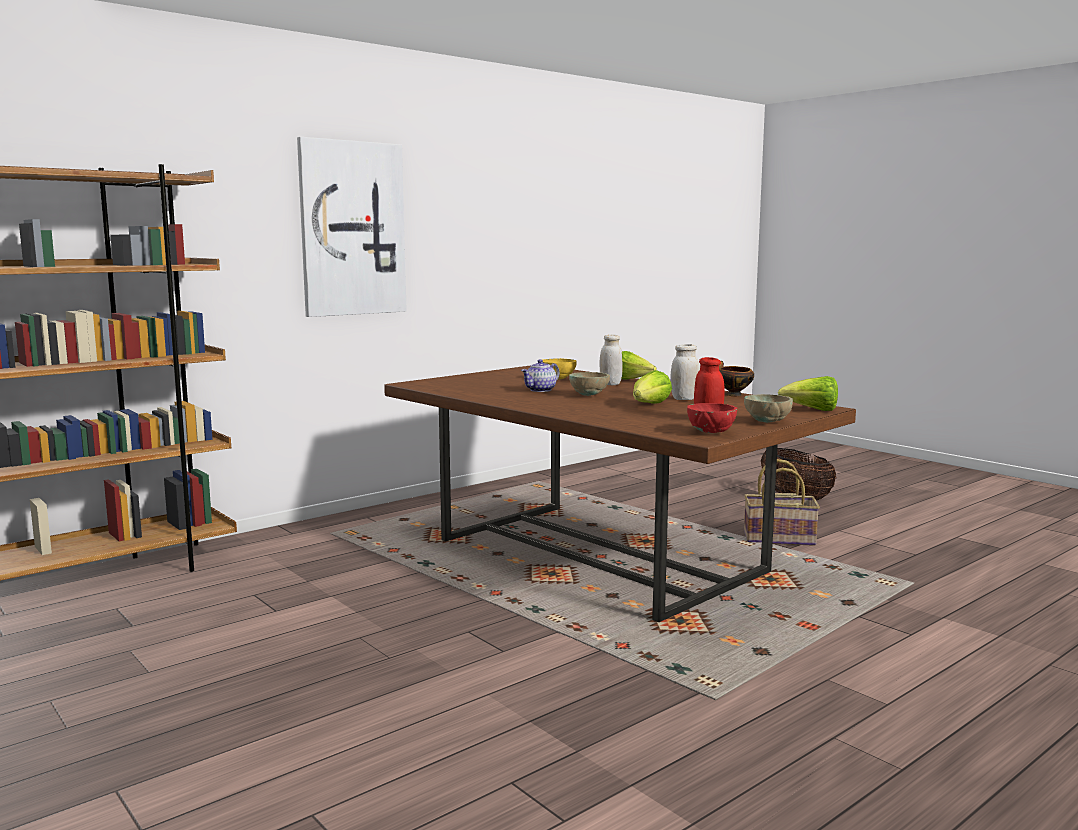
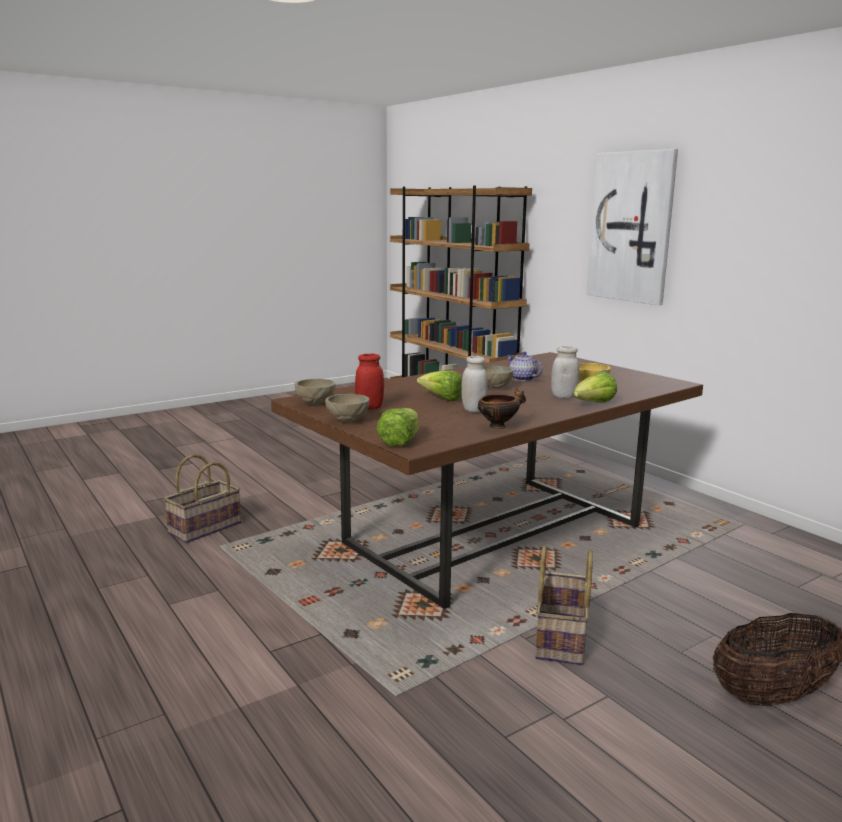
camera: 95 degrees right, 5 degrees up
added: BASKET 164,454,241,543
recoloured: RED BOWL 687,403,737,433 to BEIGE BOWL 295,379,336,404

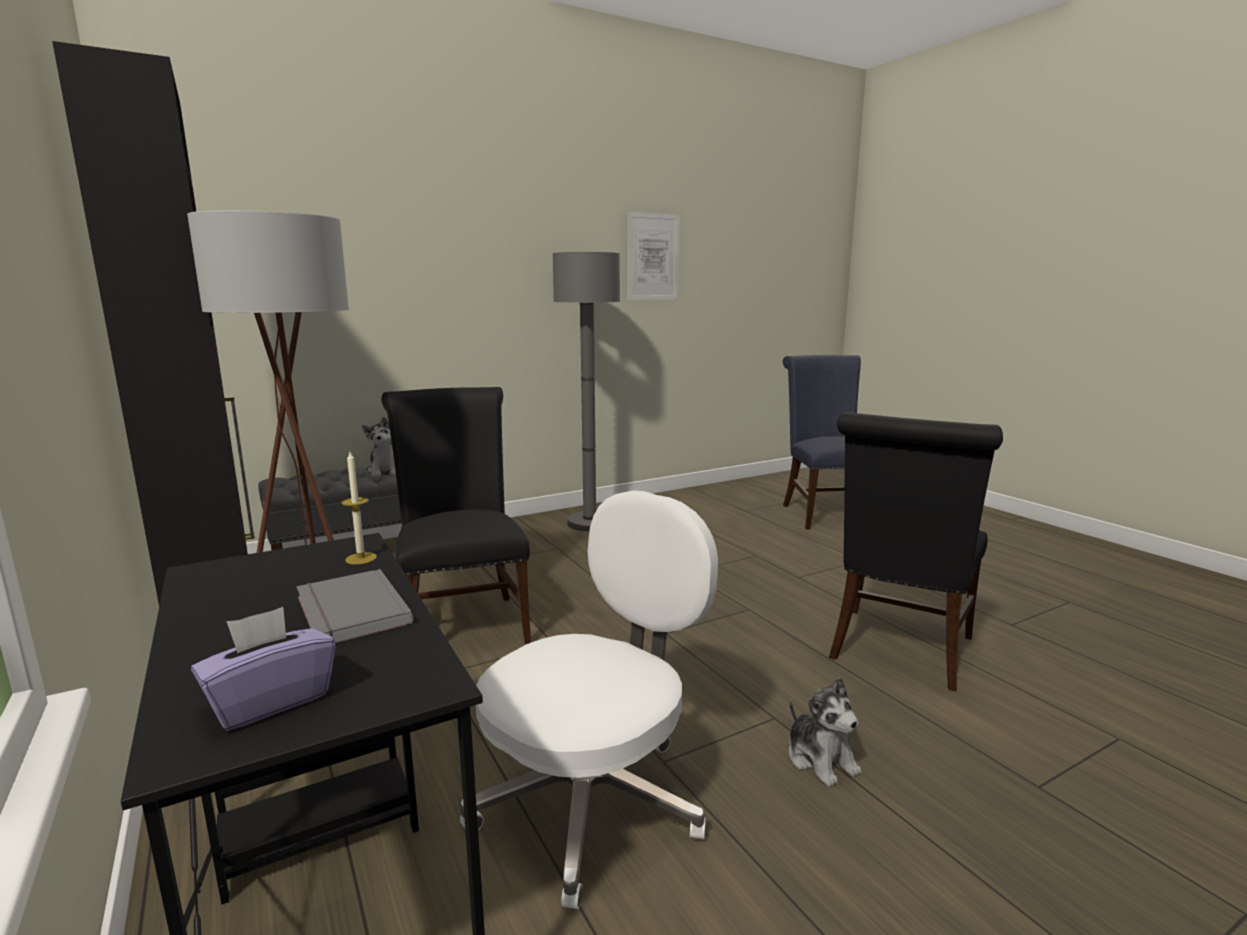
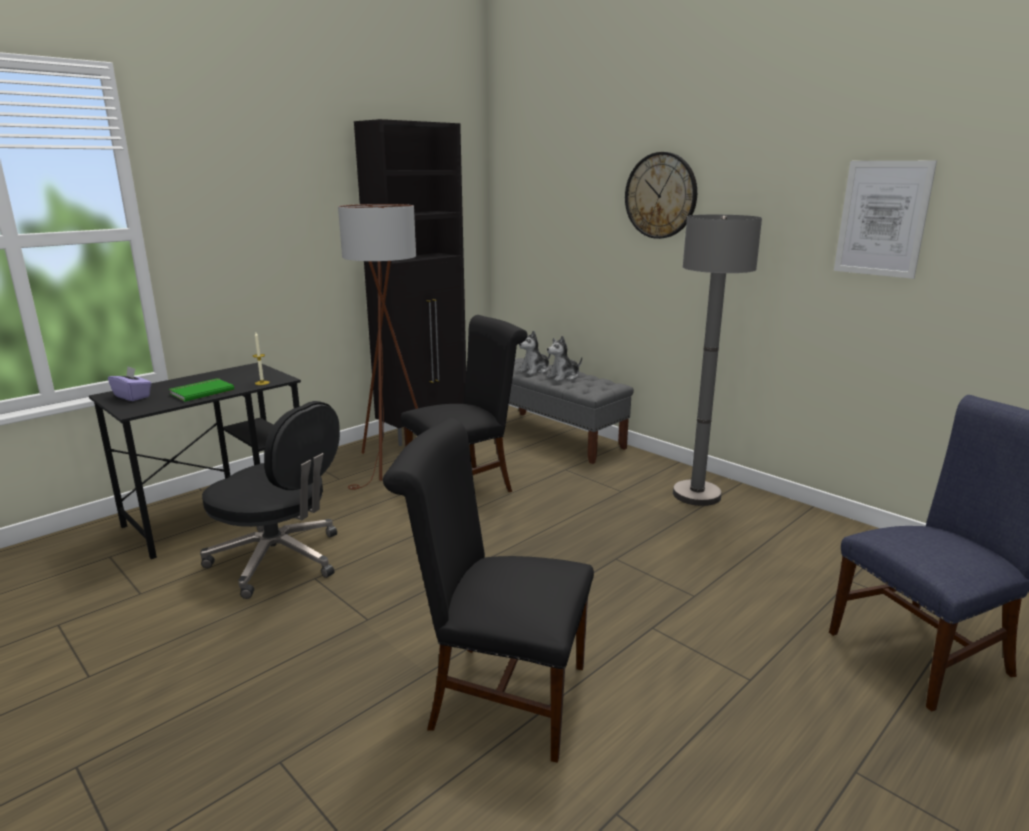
camera: 75 degrees right, 5 degrees up
added: WALL CLOCK 625,152,697,239
moved: PLUSH TOY 788,677,862,787 to 518,331,551,375
recoloured: GREY BOOK 296,569,414,643 to GREEN BOOK 169,378,234,402; WHITE OFFICE CHAIR 460,491,718,909 to BLACK OFFICE CHAIR 200,401,340,599

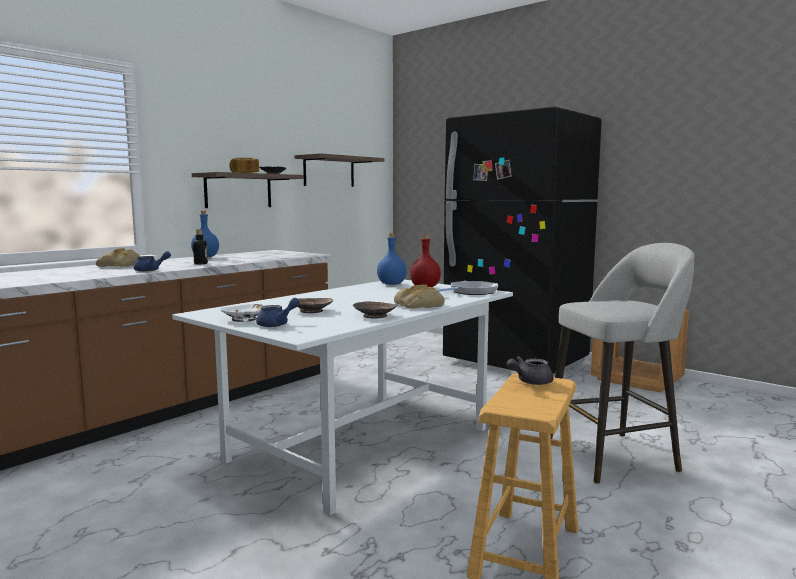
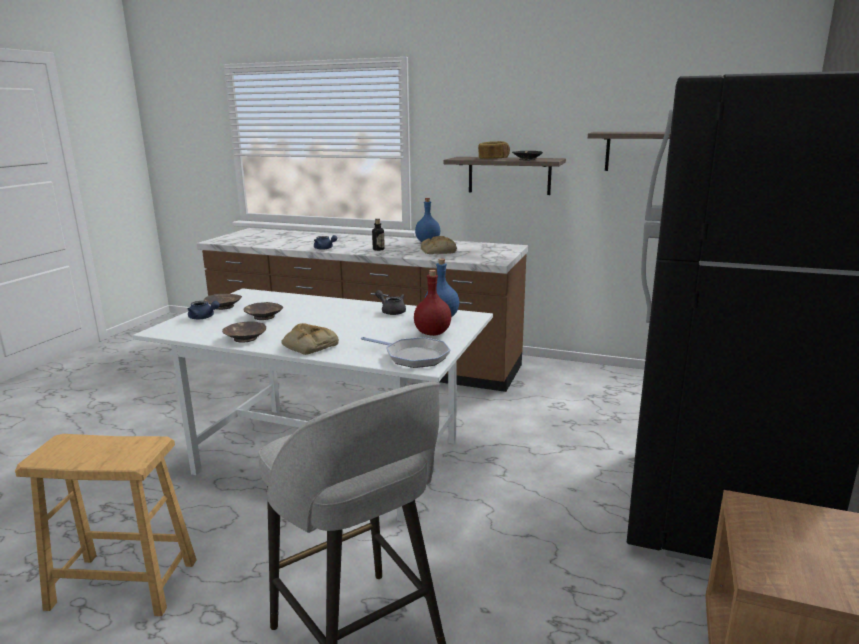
camera: 70 degrees right, 10 degrees up
moved: BREAD 96,248,140,267 to 421,236,457,254; GREY TEAPOT 507,356,554,385 to 375,290,406,315
recoloured: WHITE BOWL 220,304,265,322 to BROWN BOWL 204,294,242,310

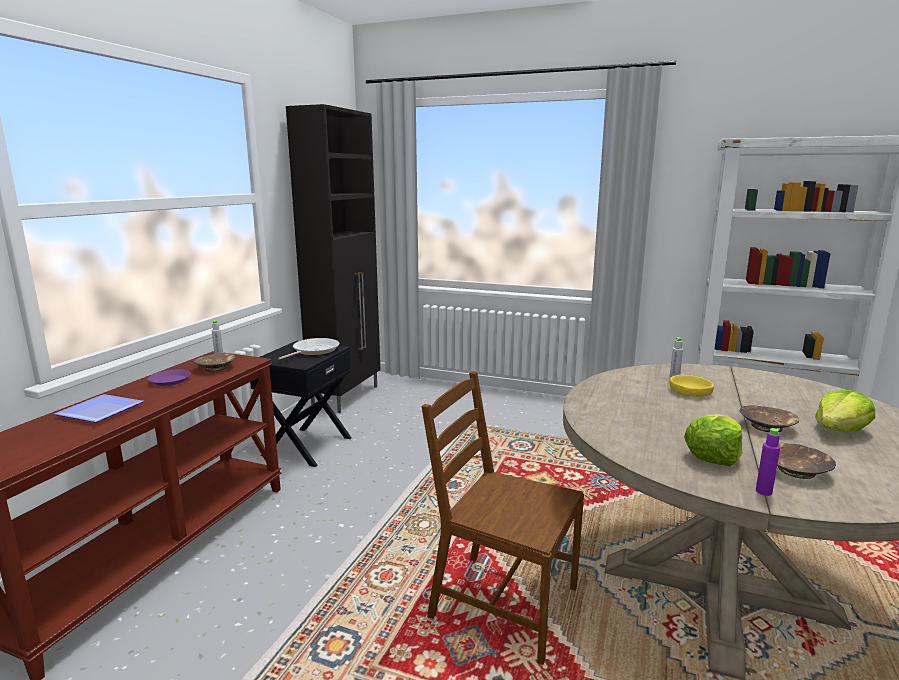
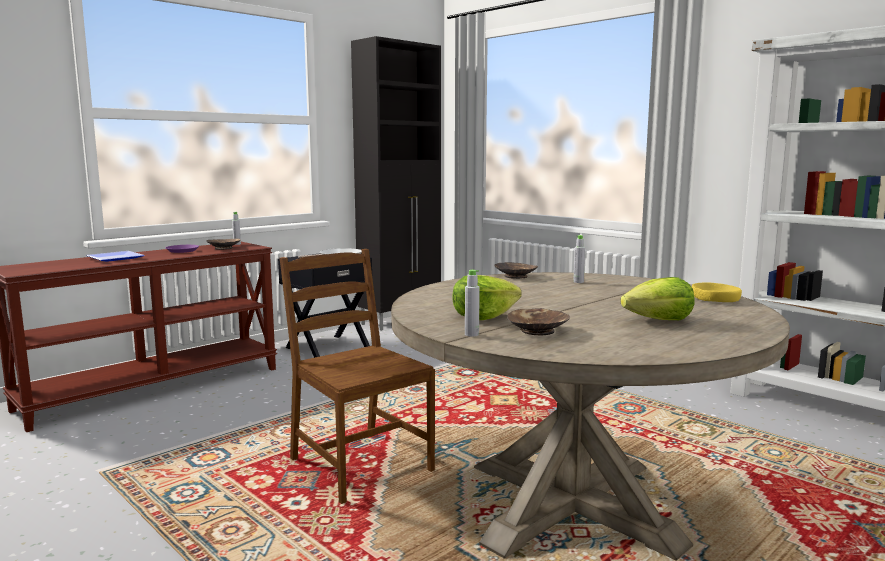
camera: 25 degrees right, 5 degrees down
moved: YELLOW BOWL 670,375,714,397 to 692,282,742,302; BROWN BOWL 740,405,799,432 to 494,262,538,279
recoloured: PURPLE BOTTLE 756,428,780,496 to GREY BOTTLE 465,270,480,337

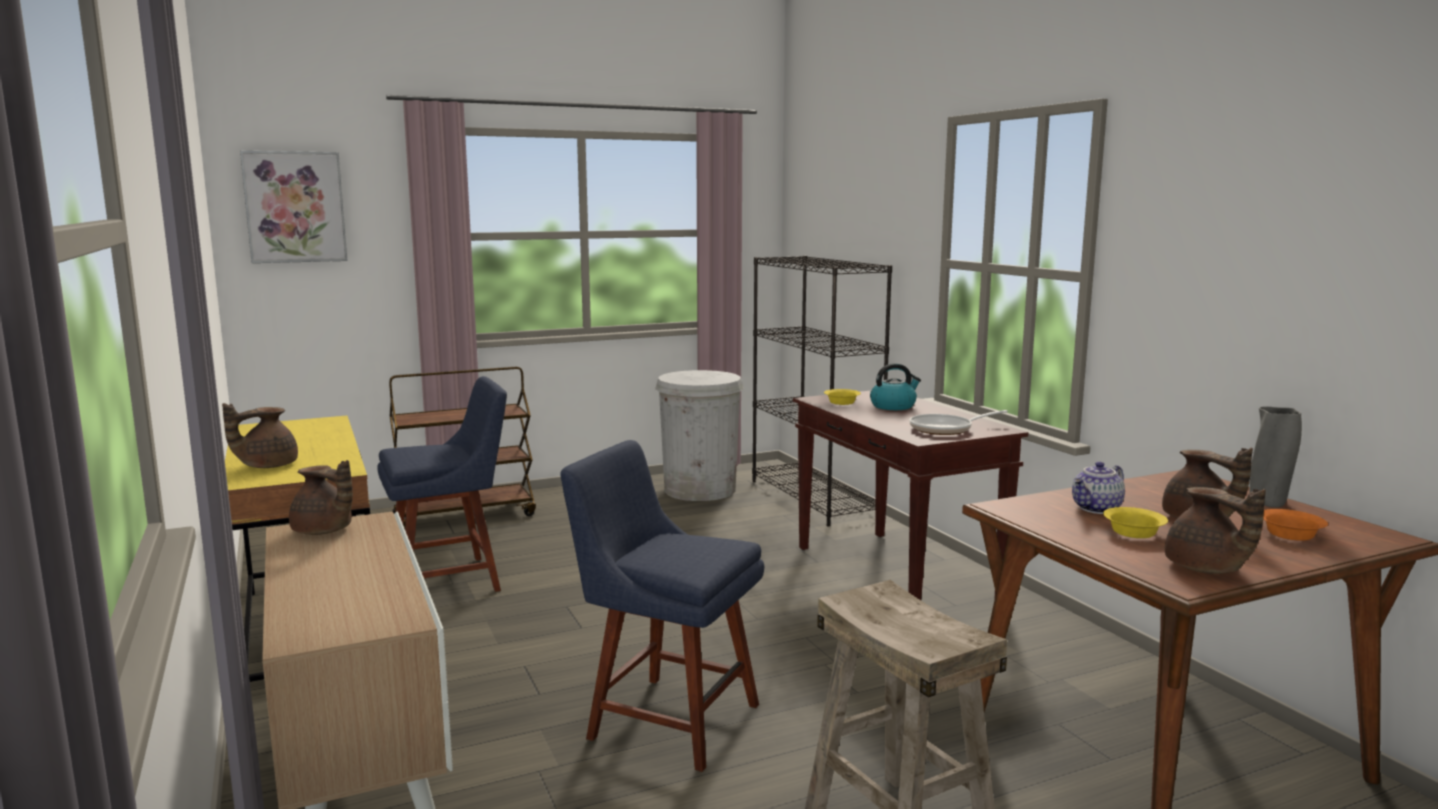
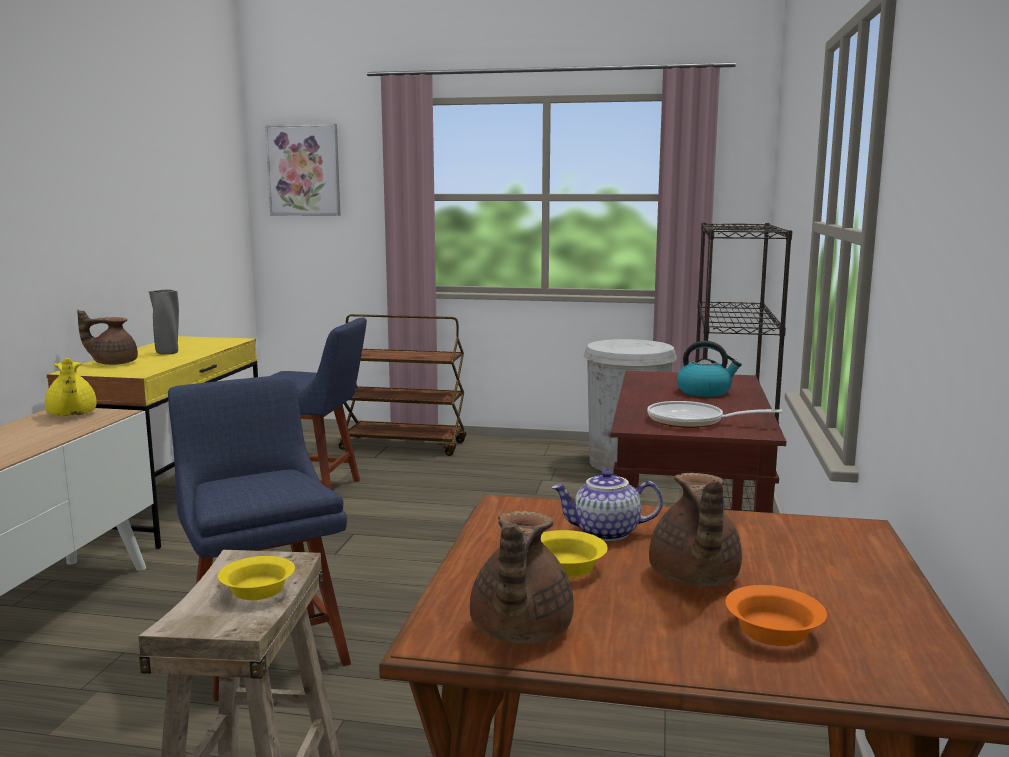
camera: 35 degrees right, 0 degrees up
moved: YELLOW BOWL 824,389,861,405 to 218,556,295,600; GREY VASE 1250,407,1302,508 to 149,290,179,355
recoloured: BROWN TEAPOT 289,460,353,535 to YELLOW TEAPOT 45,358,97,416

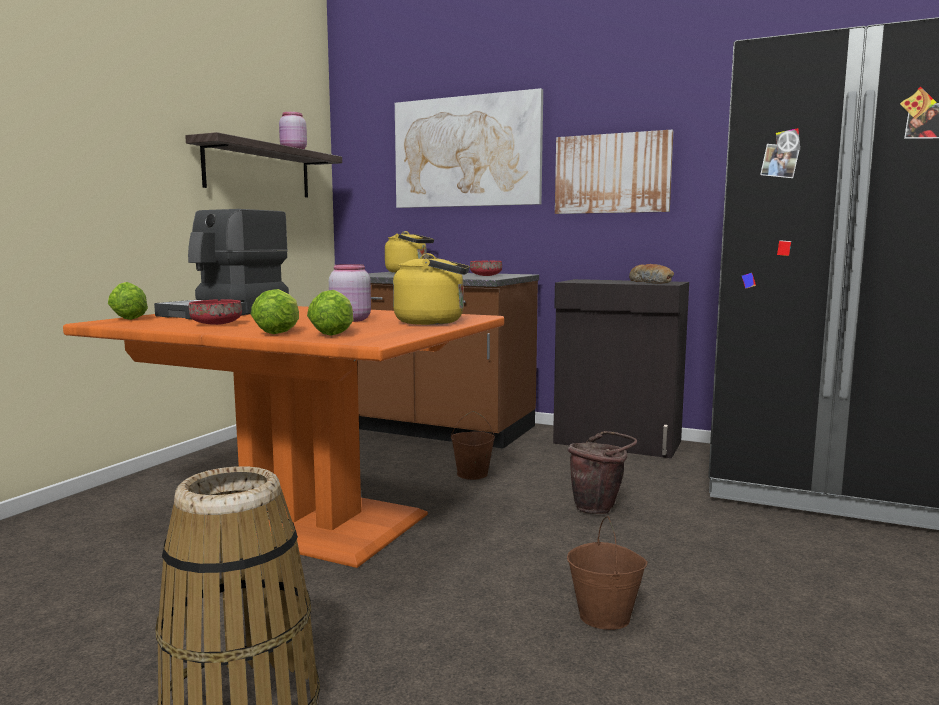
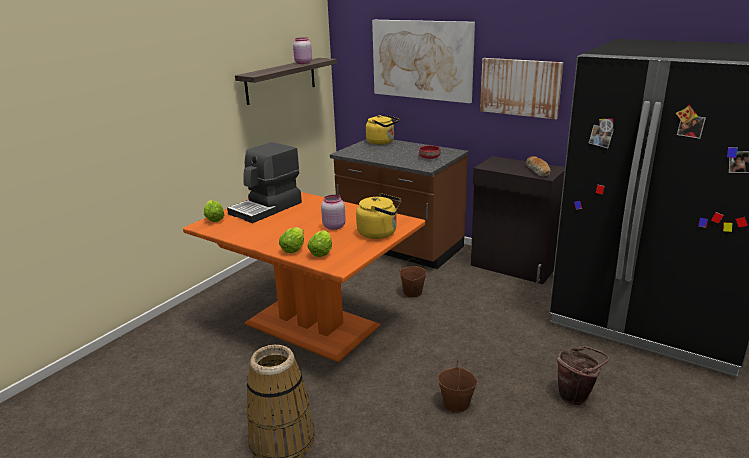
camera: 10 degrees right, 15 degrees up
removed: RED BOWL 189,299,242,325
moved: BROWN BUCKET 568,431,637,514 to 557,346,609,405

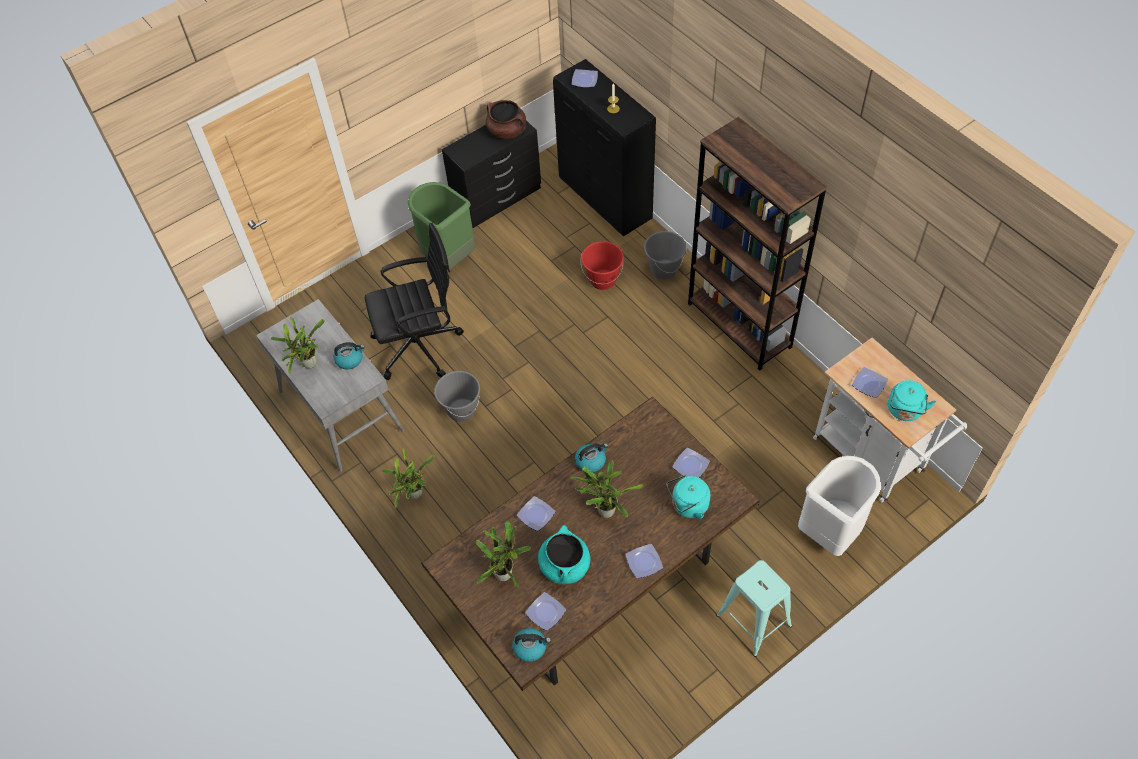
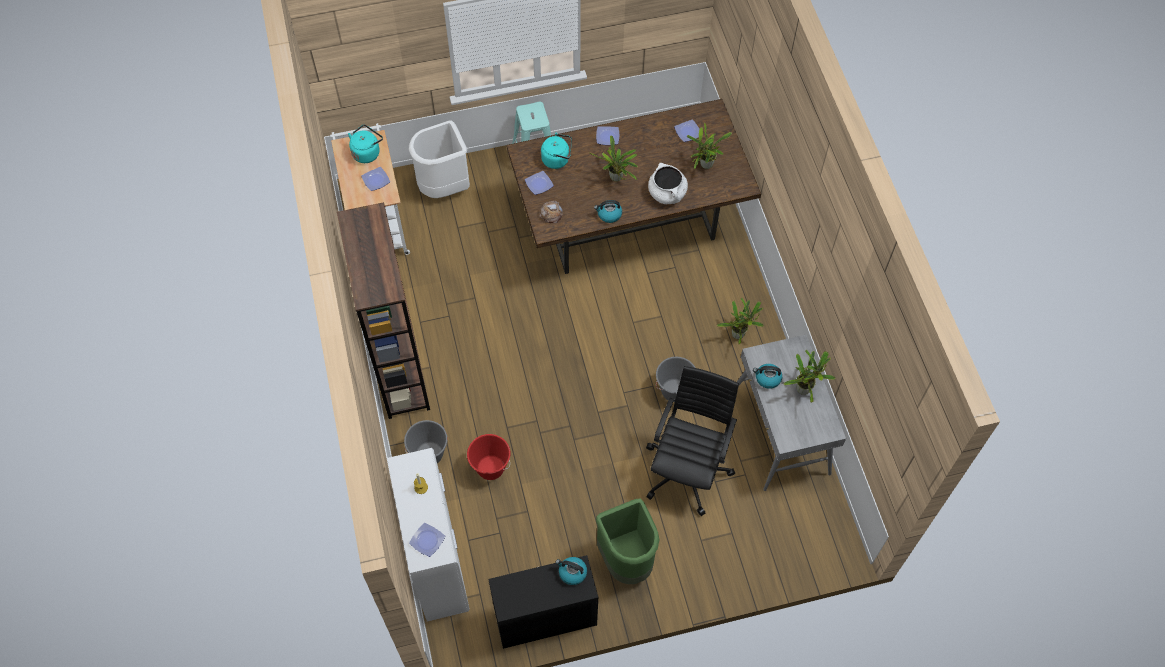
camera: 160 degrees left, 5 degrees up
removed: BROWN COOKING POT 486,100,526,139; TURQUOISE COOKING POT 538,525,590,584
added: BREAD 540,201,563,223
moved: KETTLE 512,628,551,662 to 556,557,587,585
replaced: PLATE 517,496,556,531 to WHITE COOKING POT 648,163,688,204
recoloured: BLACK CABINET 553,59,656,236 to WHITE CABINET 387,448,469,622
turned: BLACK OFFICE CHAIR 365,223,464,380 = 646,366,739,516 105 degrees clockwise

